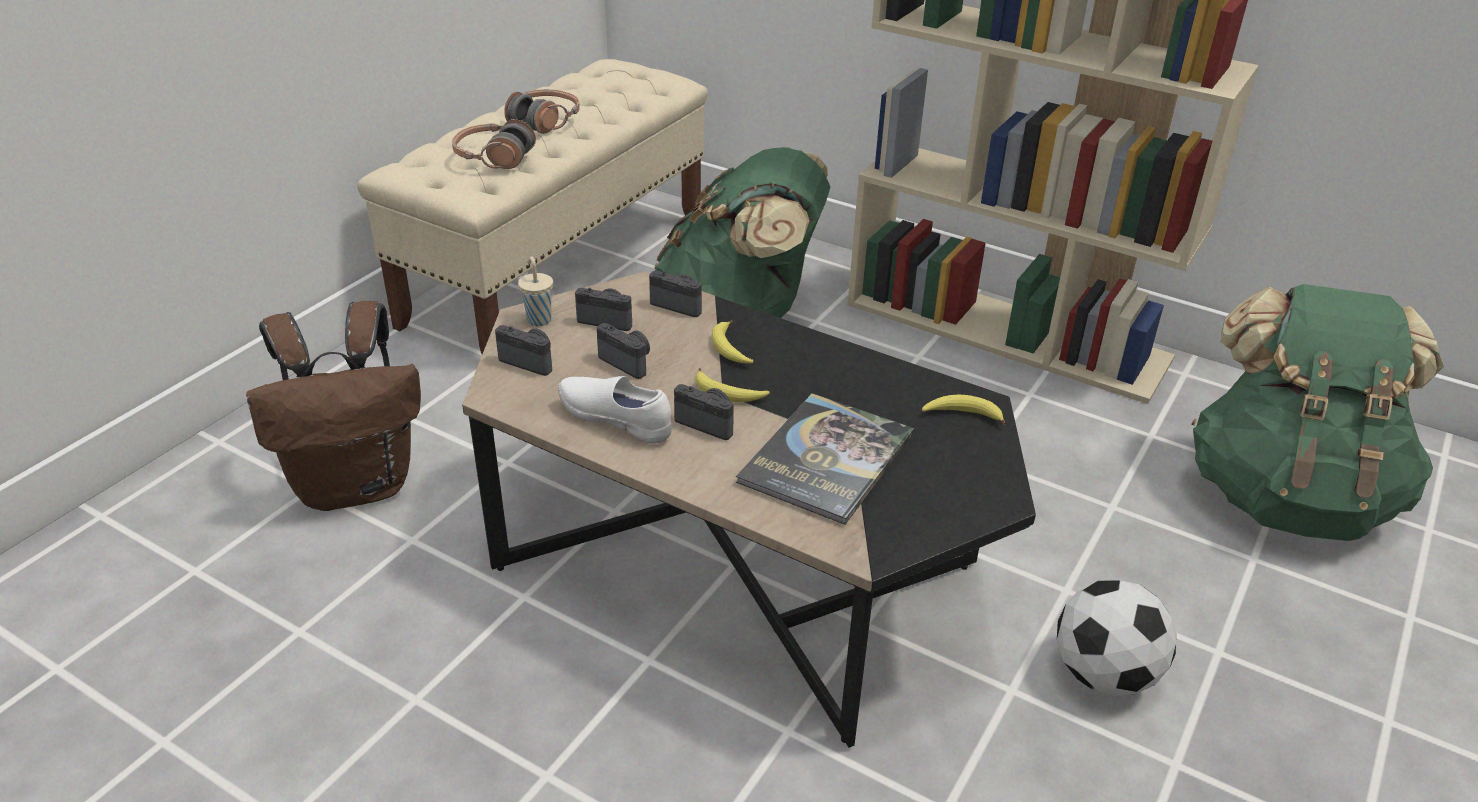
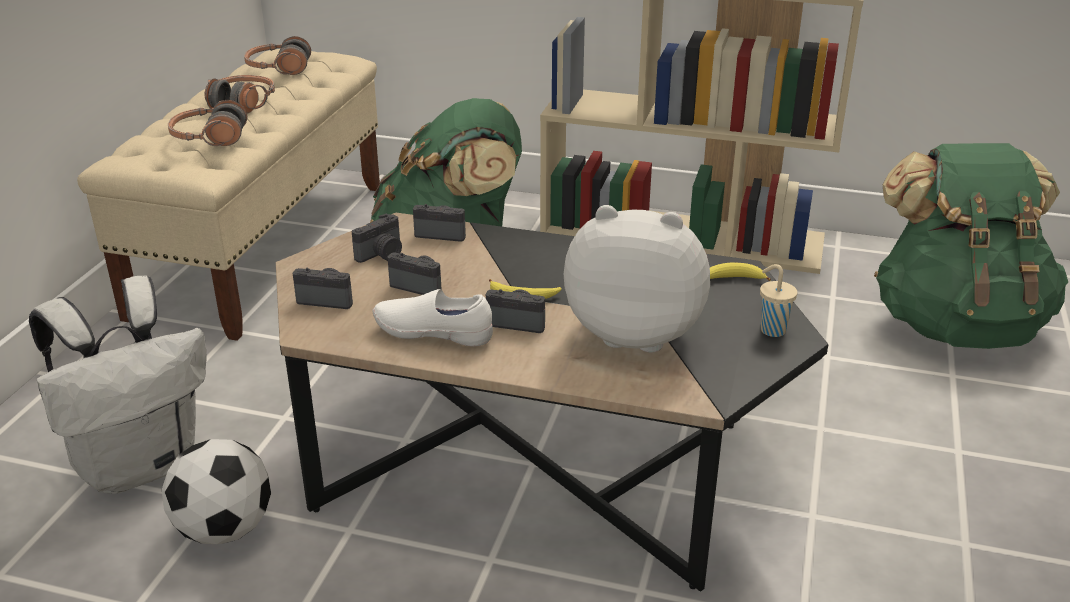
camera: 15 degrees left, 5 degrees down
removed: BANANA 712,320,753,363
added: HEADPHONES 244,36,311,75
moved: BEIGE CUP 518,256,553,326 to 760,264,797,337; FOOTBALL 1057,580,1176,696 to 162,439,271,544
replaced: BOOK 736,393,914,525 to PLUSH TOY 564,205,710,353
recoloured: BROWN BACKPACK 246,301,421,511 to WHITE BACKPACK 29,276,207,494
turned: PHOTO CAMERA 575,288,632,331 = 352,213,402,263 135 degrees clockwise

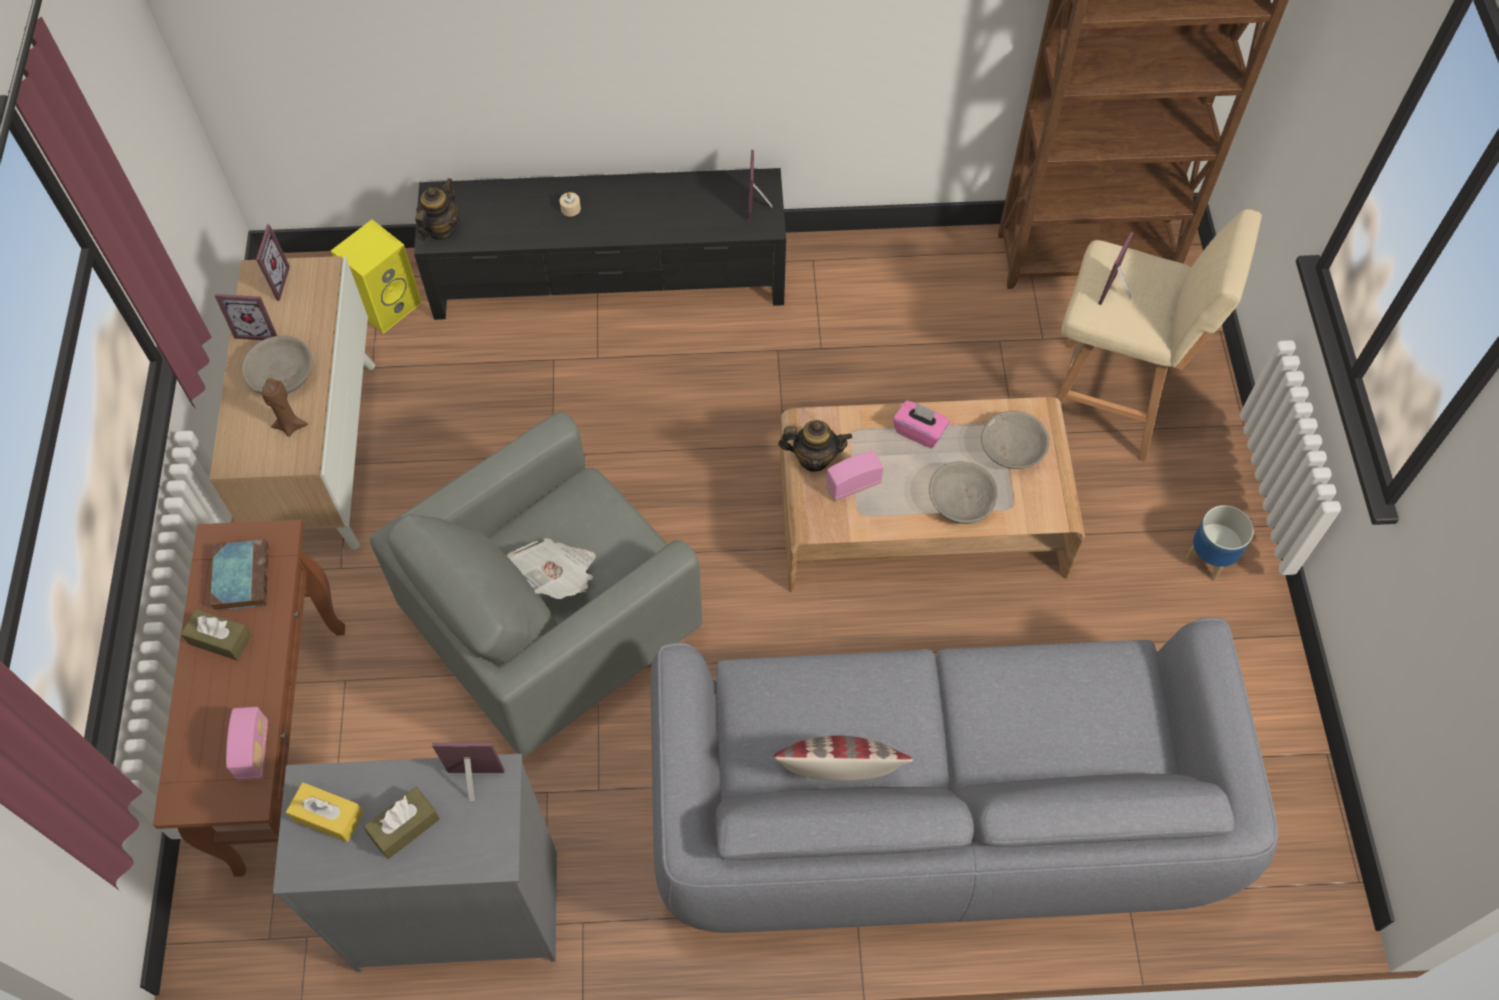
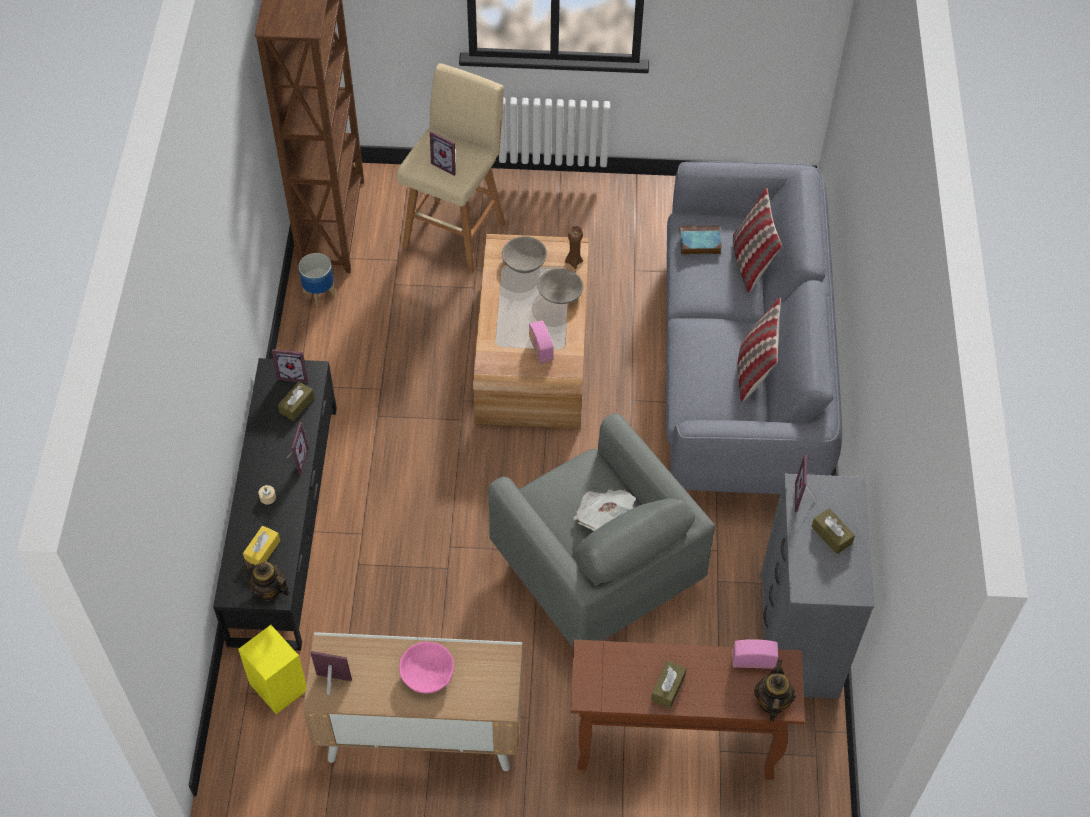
camera: 85 degrees left, 5 degrees down
removed: PINK TISSUE BOX 893,401,950,448
added: BROWN TISSUE BOX 278,382,314,421; PILLOW 733,188,782,293
moved: BOOK 210,539,269,611 to 679,226,722,254; PICTURE FRAME 215,294,277,340 to 286,422,309,475; BROWN CANDLE 262,378,308,437 to 565,226,583,269; YELLOW TISSUE BOX 286,782,364,842 to 243,526,280,565; TEAPOT 778,420,852,472 to 754,659,796,722; PLANTER 1186,505,1254,580 to 298,253,336,306
recoloured: GREY BOWL 241,336,312,394 to PINK BOWL 399,642,454,694

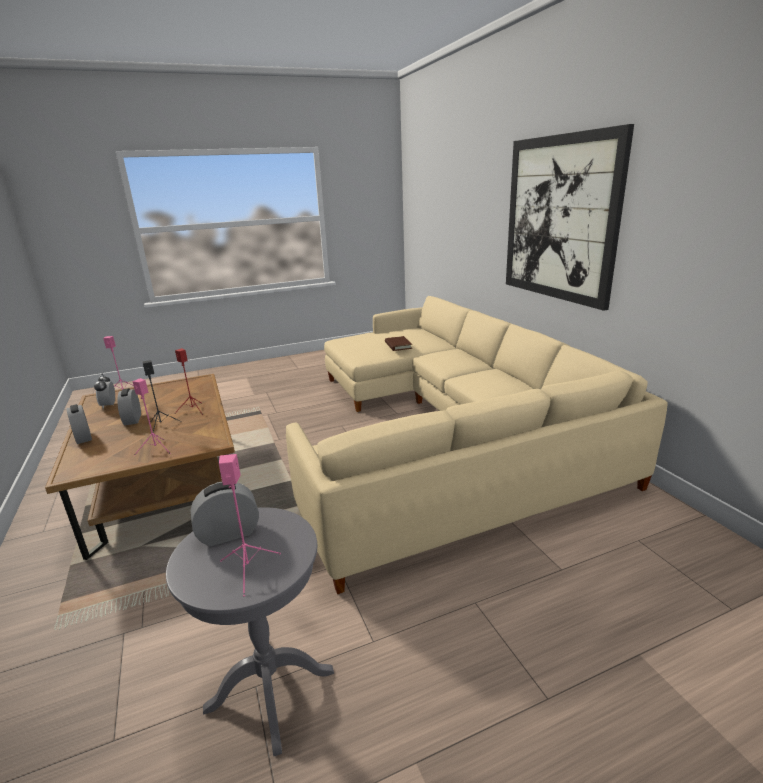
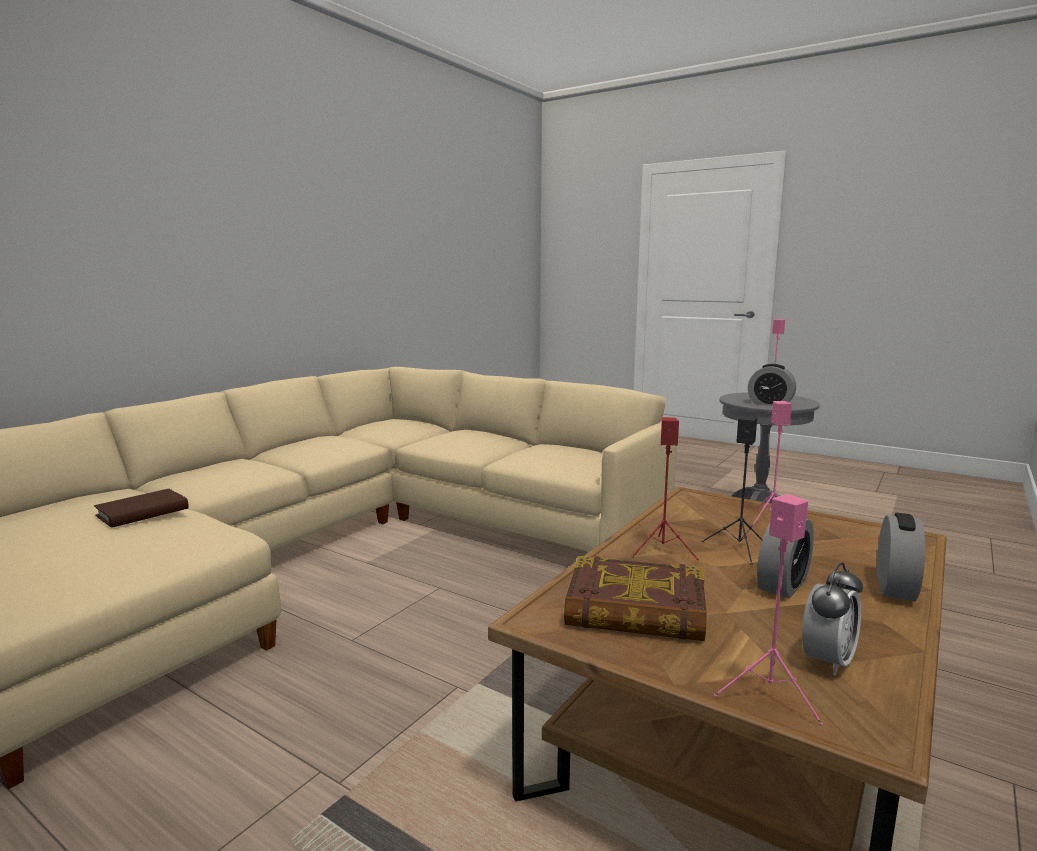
camera: 125 degrees left, 10 degrees down
removed: PICTURE 506,124,634,311
added: BOOK 564,556,707,641

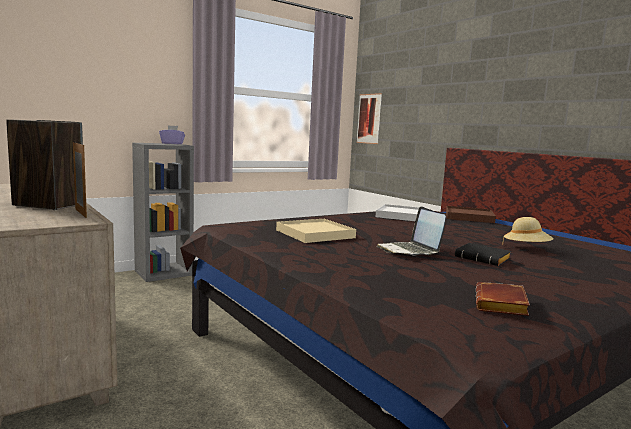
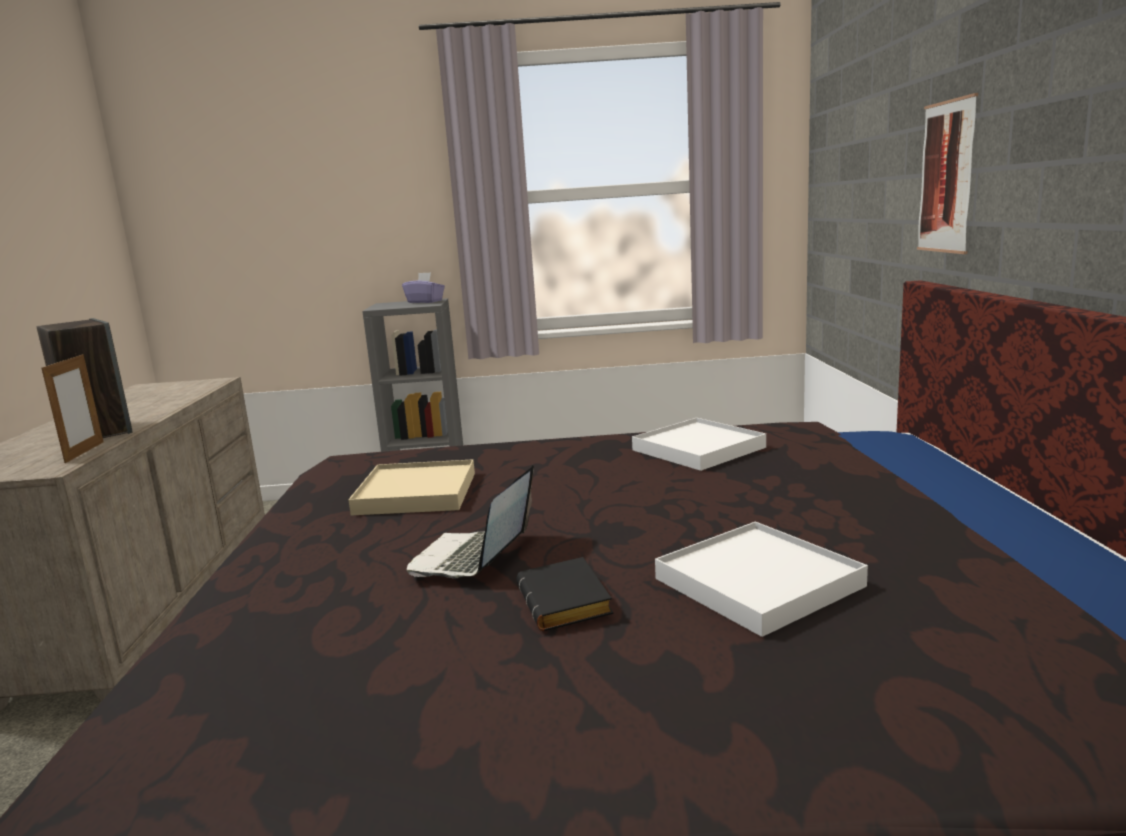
camera: 35 degrees right, 5 degrees up
removed: BROWN TRAY 446,206,496,223; BROWN BOOK 476,282,530,316
moved: PICTURE 356,93,382,144 to 917,93,978,254
replaced: BEIGE HAT 502,217,554,245 to WHITE TRAY 655,521,868,637

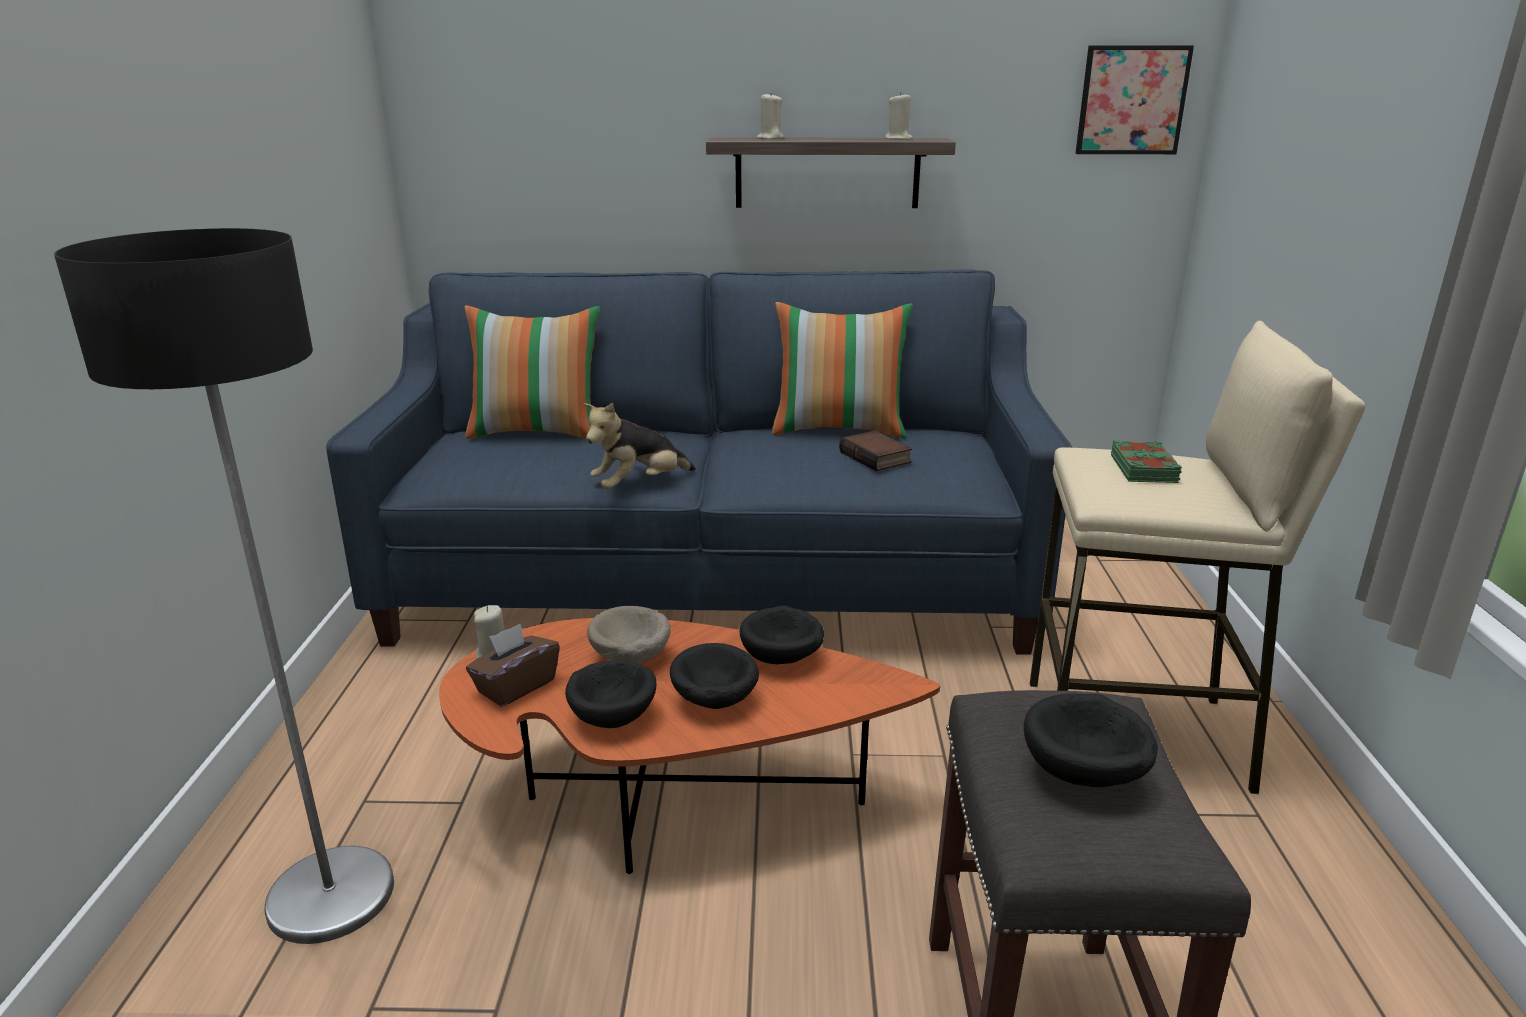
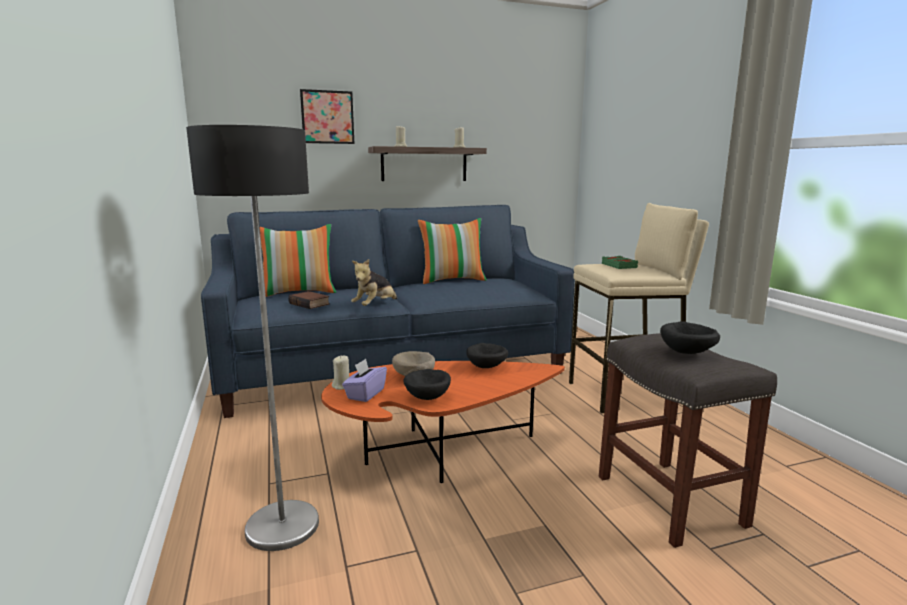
camera: 20 degrees left, 10 degrees down
removed: BLACK BOWL 670,643,759,709
moved: BOOK 839,431,912,471 to 288,291,330,309; PICTURE 1075,46,1194,154 to 300,89,354,144
recoloured: BROWN TISSUE BOX 466,623,560,707 to PURPLE TISSUE BOX 342,359,387,402

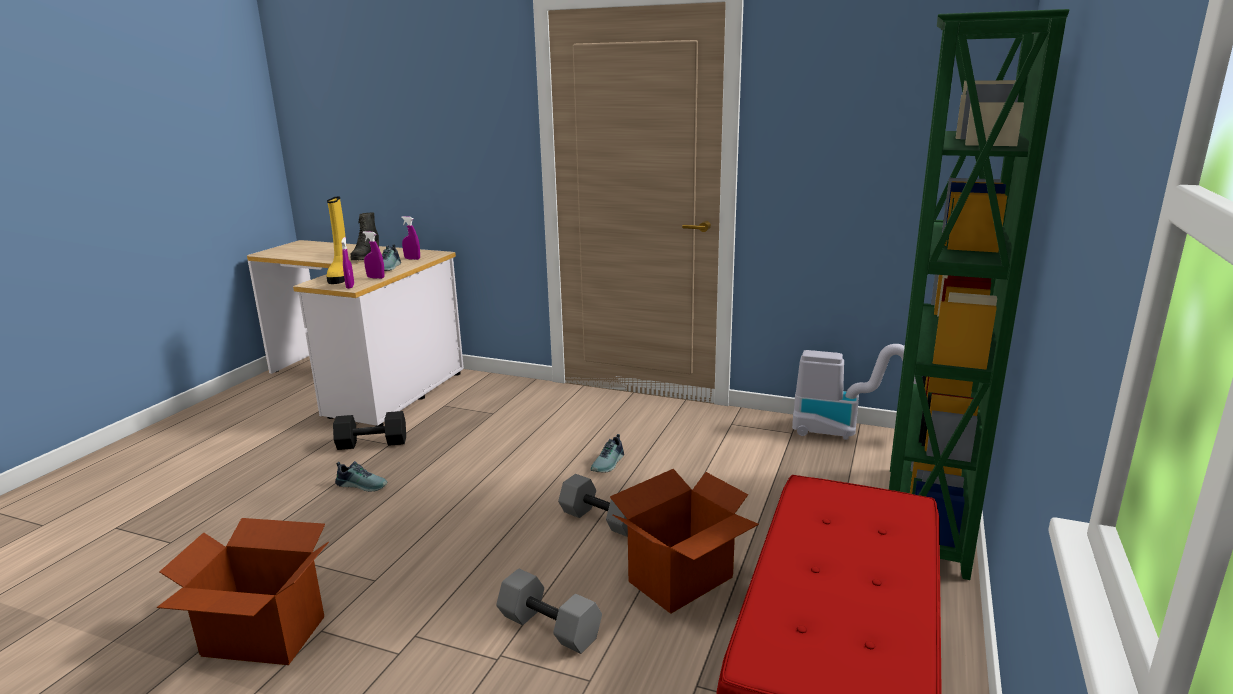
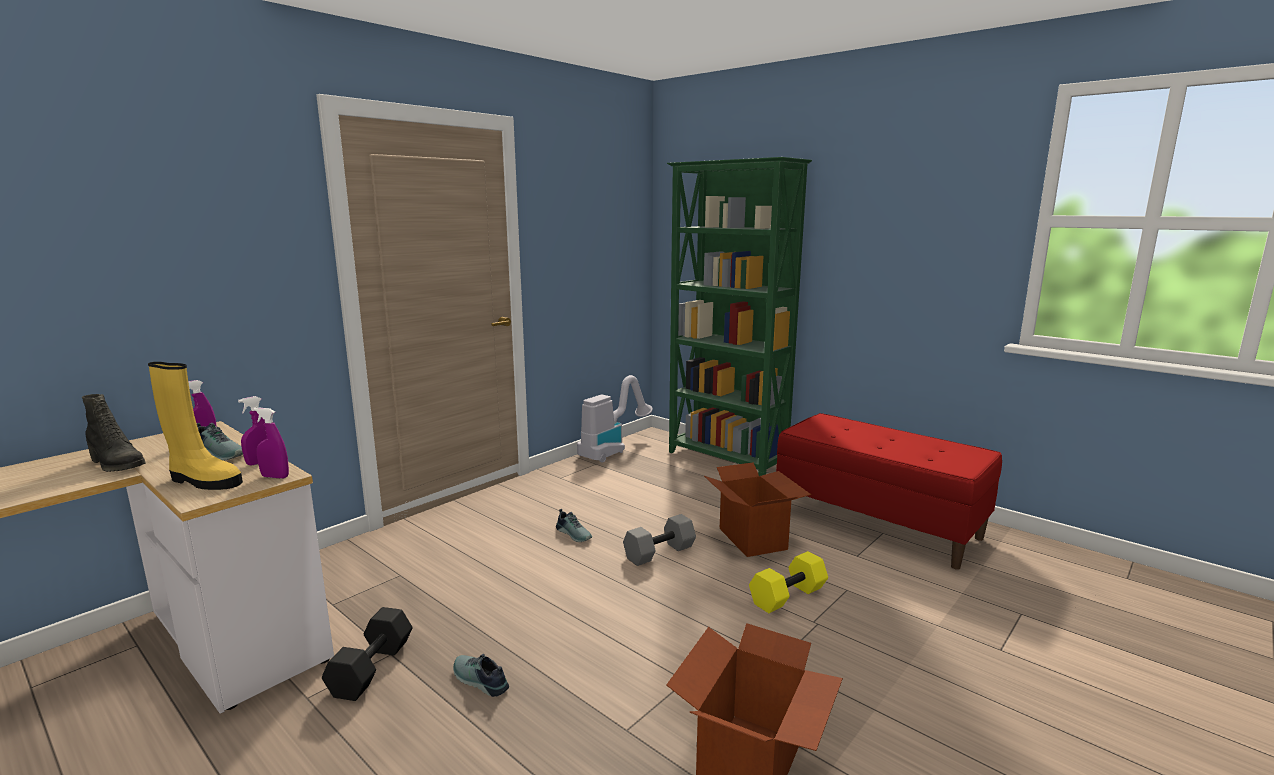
camera: 70 degrees left, 5 degrees down
recoloured: GREY DUMBBELL 496,569,602,654 to YELLOW DUMBBELL 749,551,828,613
turned: SHOE 335,461,388,492 = 453,654,509,697 90 degrees counterclockwise

